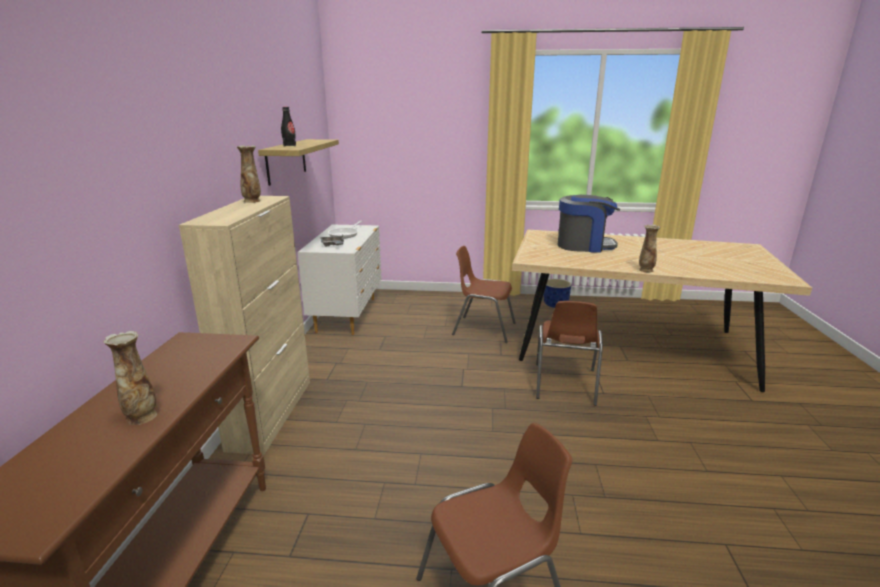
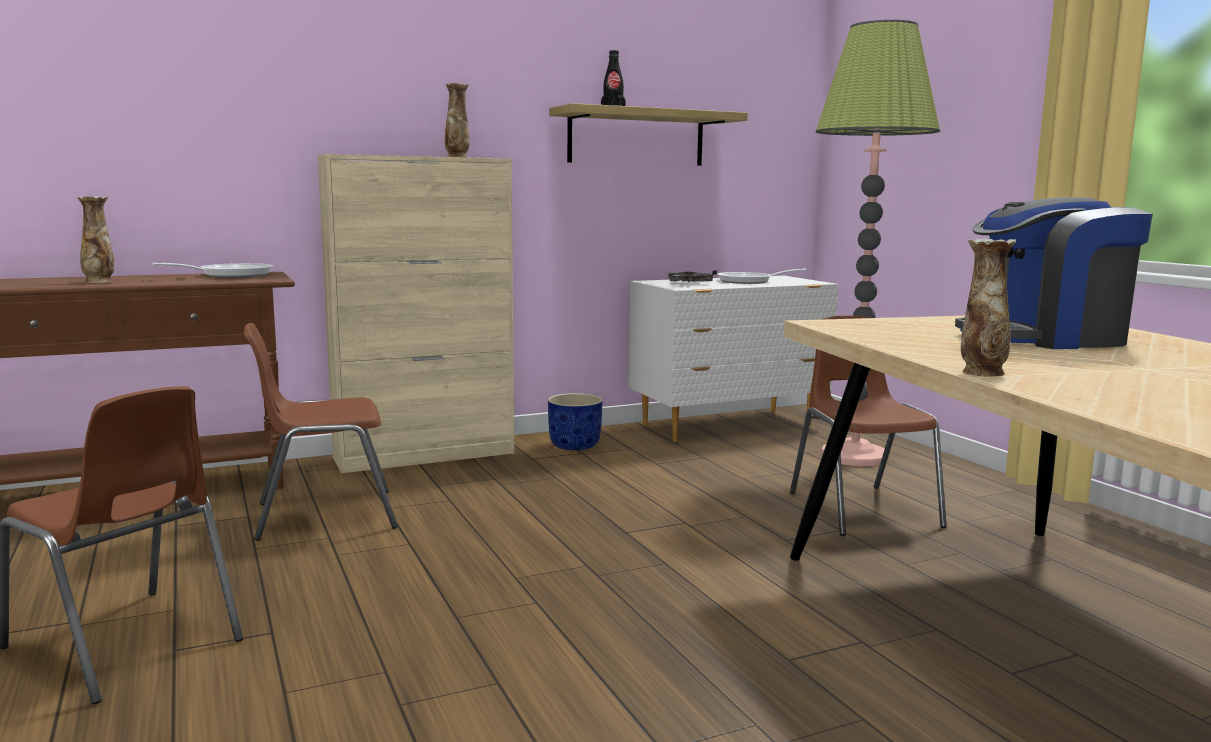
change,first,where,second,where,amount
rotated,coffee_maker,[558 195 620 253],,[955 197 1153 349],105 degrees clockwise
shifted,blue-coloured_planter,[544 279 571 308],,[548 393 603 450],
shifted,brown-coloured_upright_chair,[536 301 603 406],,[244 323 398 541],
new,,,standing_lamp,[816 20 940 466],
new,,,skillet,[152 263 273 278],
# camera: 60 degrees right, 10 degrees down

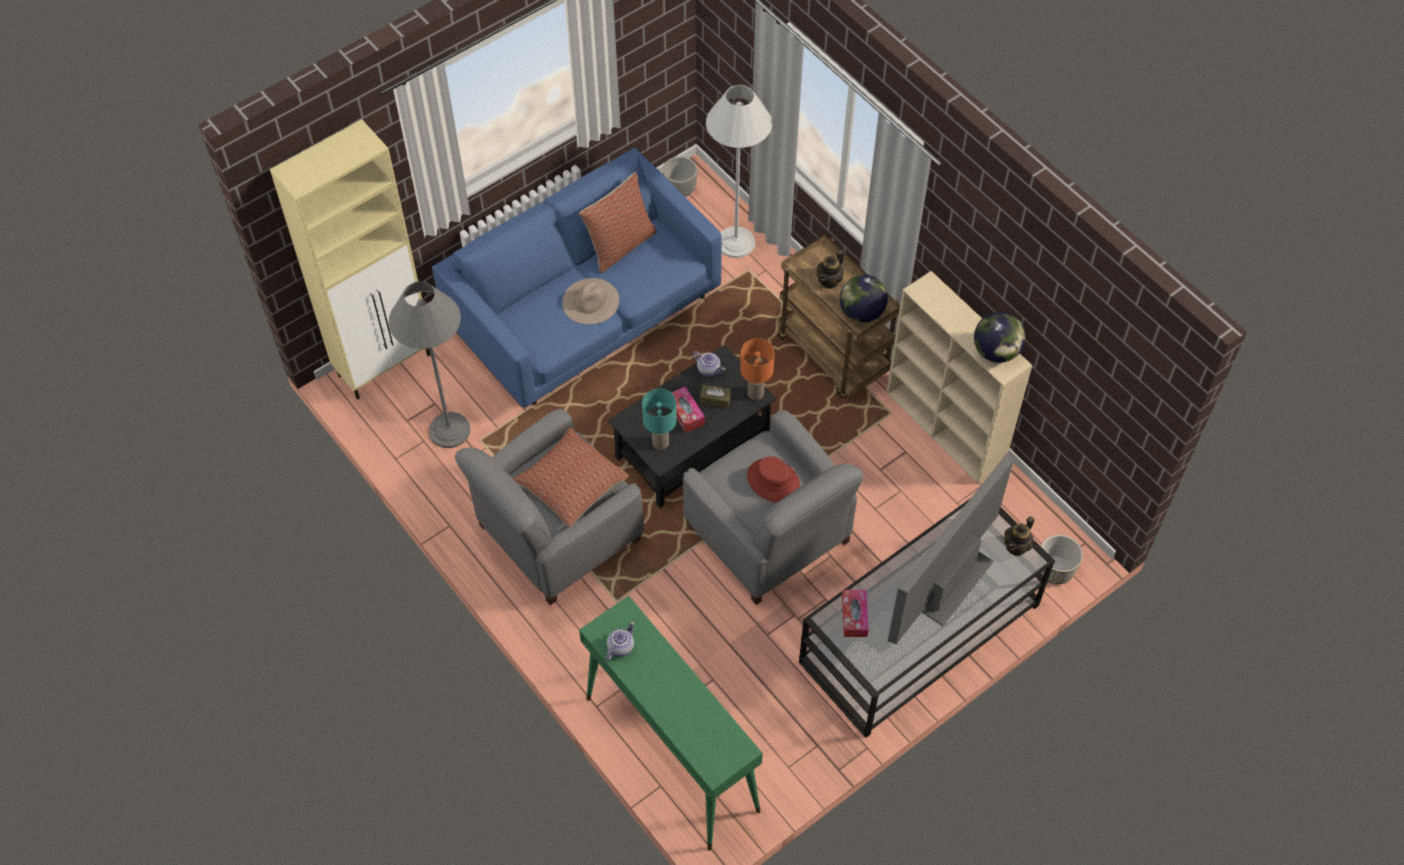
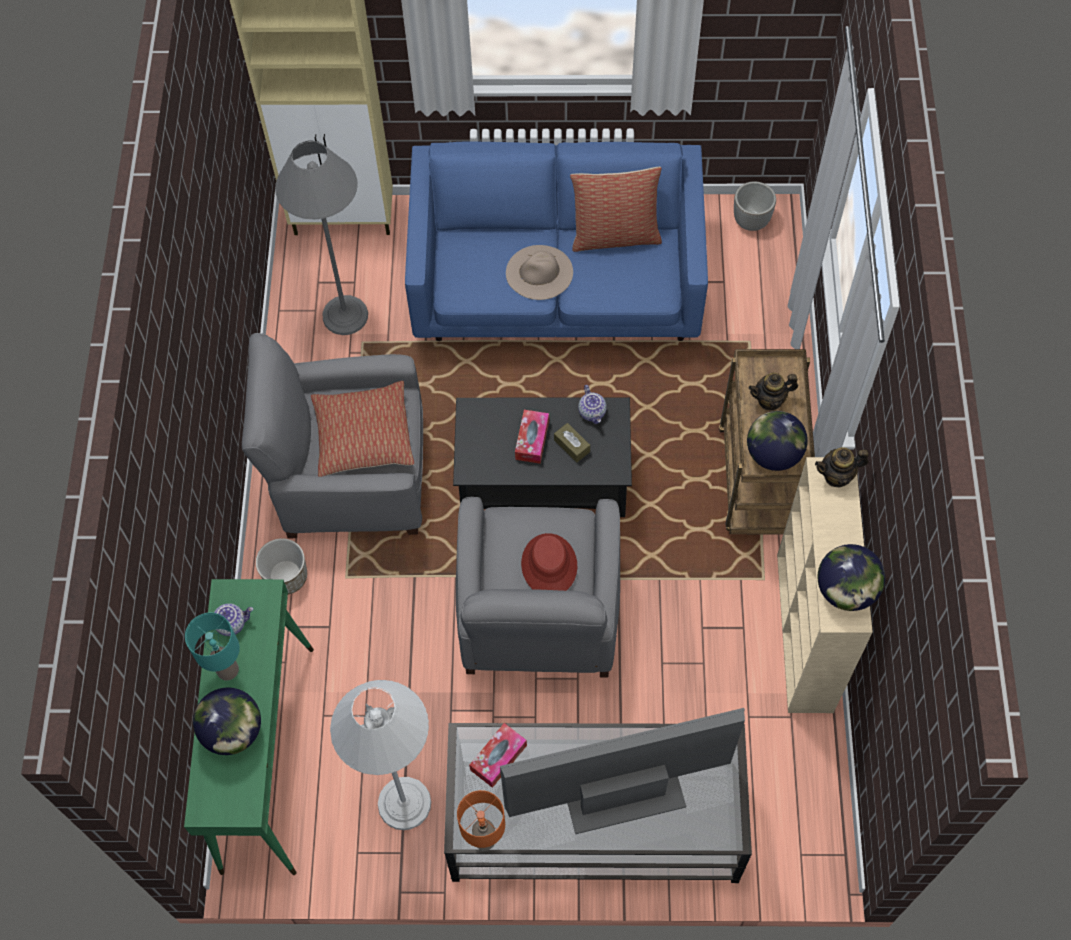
change,first,where,second,where,amount
shifted,white-coloured_standing_lamp,[706 85 772 258],,[330 680 431 830],
shifted,orangey_tabletop_lamp,[740 338 774 400],,[457 790 505 851],
shifted,turquoise-coloured_tabletop_lamp,[642 389 677 450],,[185 613 240 680],
shifted,teapot,[1004 516 1034 556],,[815 447 869 487],
shifted,planter,[1041 535 1083 584],,[256 538 307 595],
new,,,world_globe,[193 688 261 755],
# camera: 40 degrees right, 5 degrees up

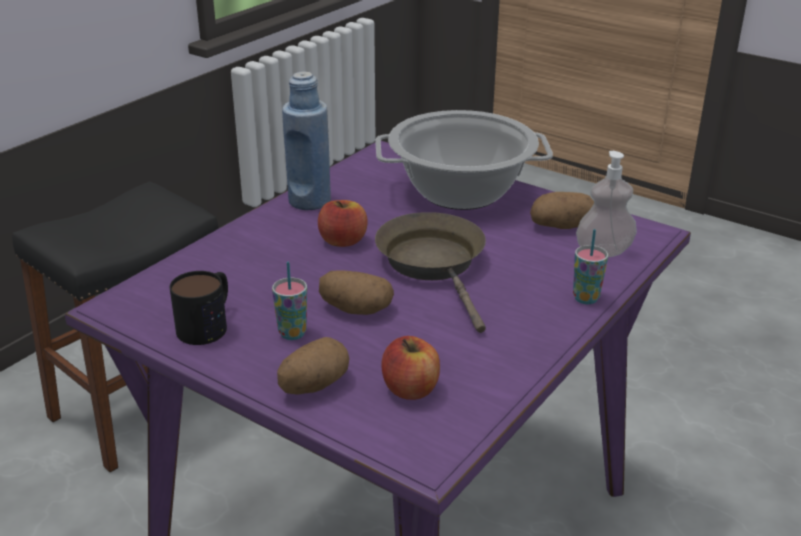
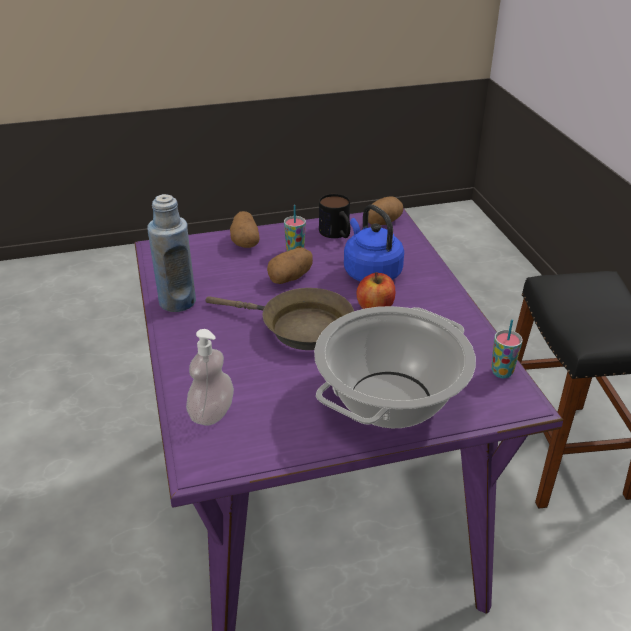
change,first,where,second,where,amount
shifted,blue-coloured_beverage_bottle,[282 71 331 210],,[147 194 196 312],
shifted,potato,[530 192 594 229],,[368 196 403 225],
shifted,small_cup,[573 229 608 304],,[491 319 523 378],
gone,apple,[381 336 440 400],,,
new,,,blue-coloured_kettle,[344 204 404 282],
# camera: 130 degrees right, 5 degrees up

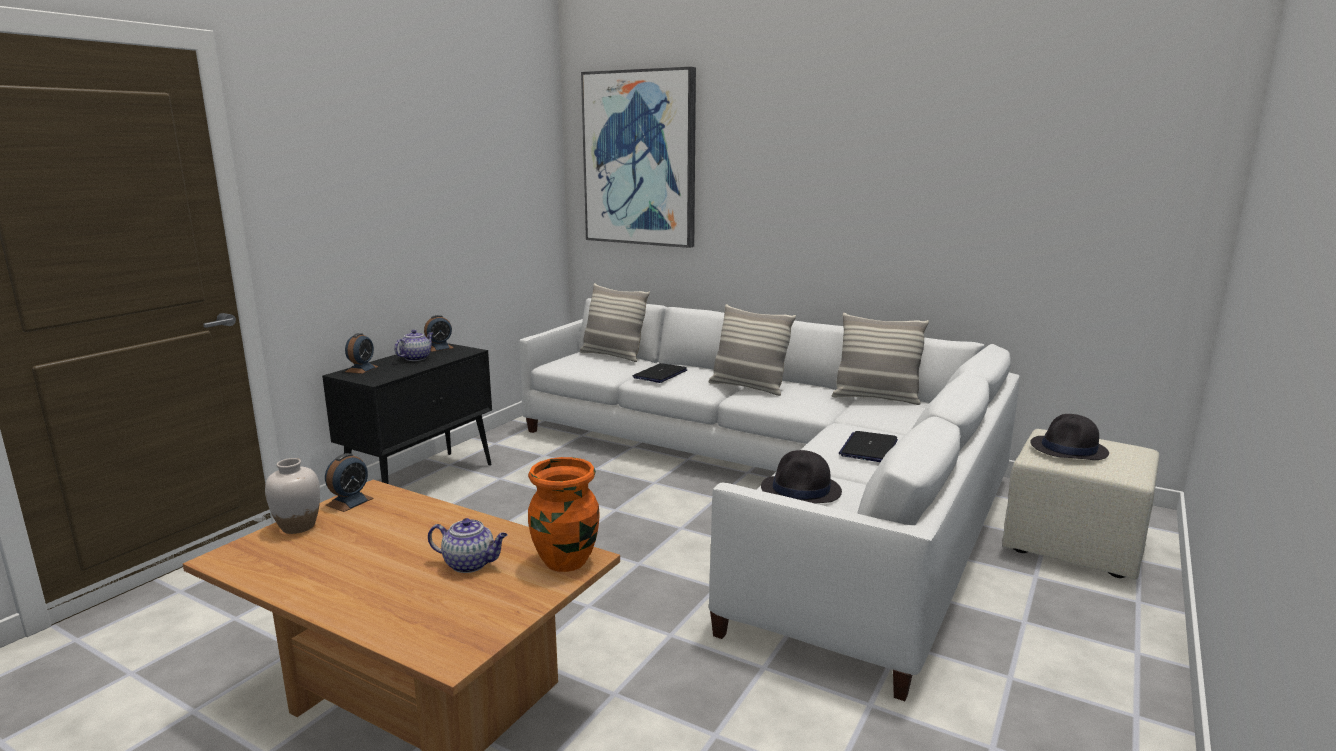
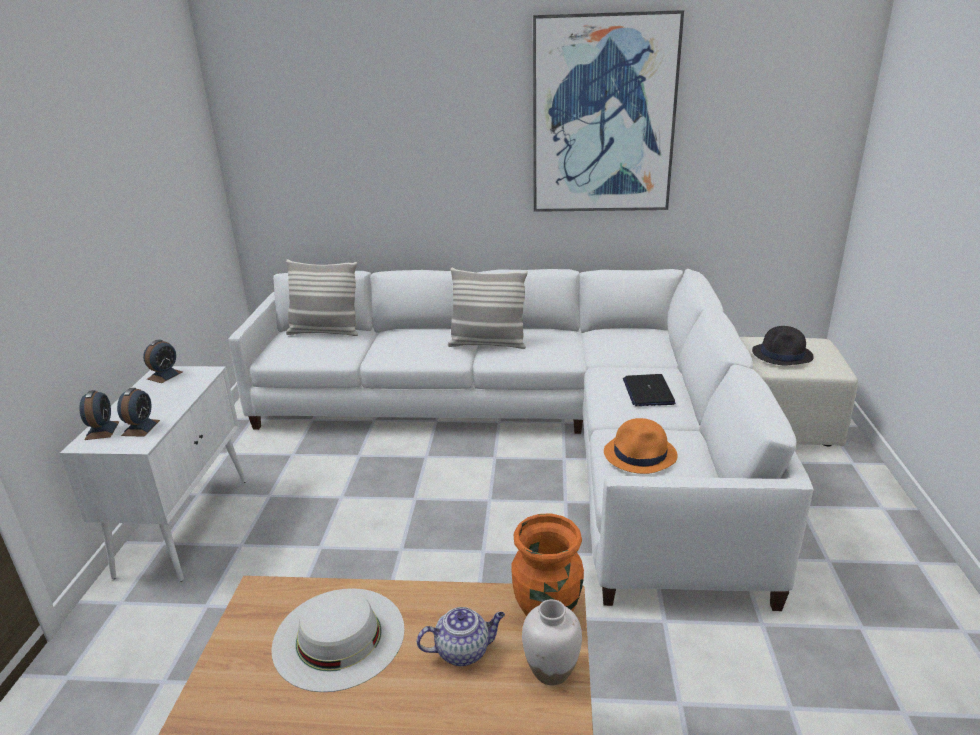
change,first,where,second,where,amount
shifted,wall_picture,[581 67 696 248],,[533 10 684 212],
gone,pillow,[832 313 929 405],,,
gone,teapot,[394 330 433 361],,,
repainted,blackish_storage_cabinet,[322 343 492 484],white-coloured_storage_cabinet,[60 366 246 581],
gone,portable_computer,[633 363 687 383],,,
repainted,blackish_wearable_hat,[761 450 842 504],orangey_wearable_hat,[604 418 678 474],
shifted,table_clock,[325 453 374 512],,[117 388 160 437],
shifted,white-coloured_vase,[265 458 320 534],,[522 599 582 685],
new,,,white-coloured_wearable_hat,[271 588 405 692],
# camera: 25 degrees left, 10 degrees up

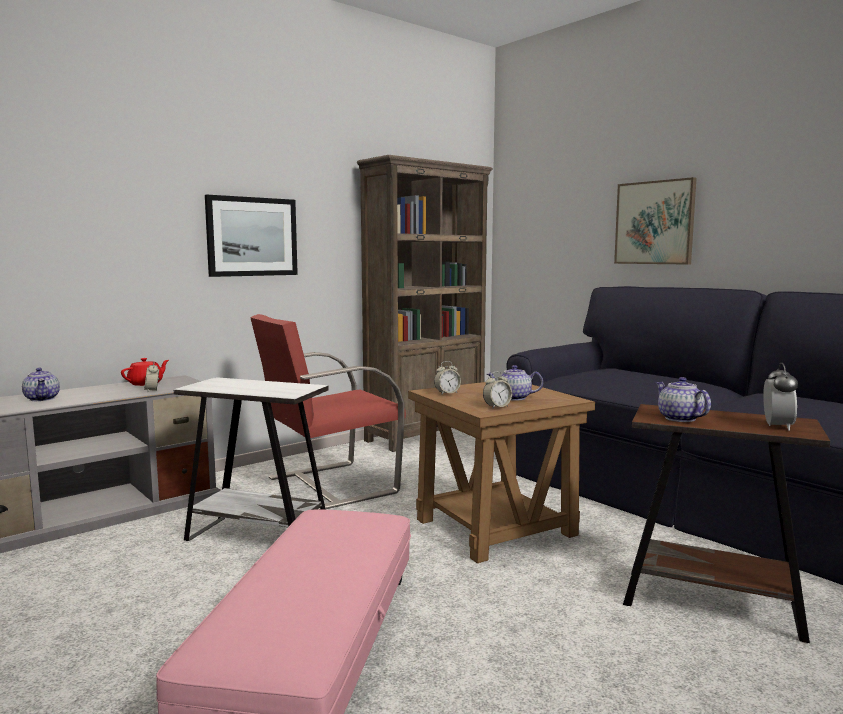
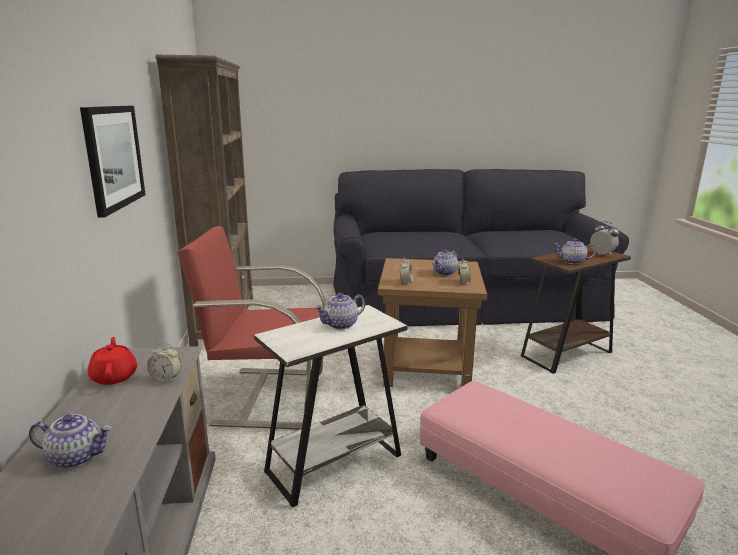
change,first,where,second,where,amount
gone,wall_picture,[614 177 696 265],,,
rotated,red_easy_chair,[250 314 406 509],,[177 226 326 430],90 degrees clockwise
new,,,teapot,[315 293 365 329],
# camera: 55 degrees left, 10 degrees up

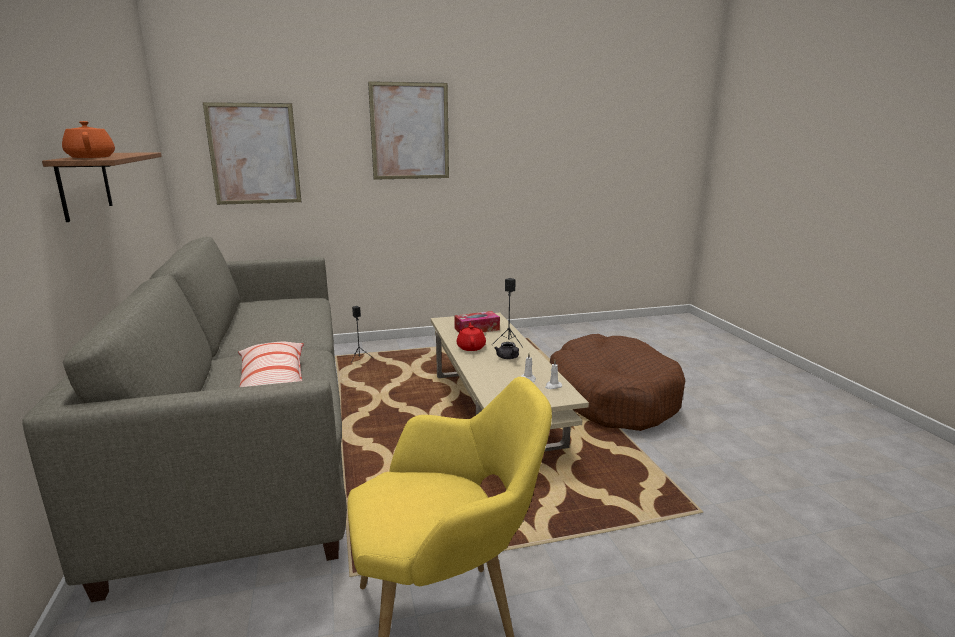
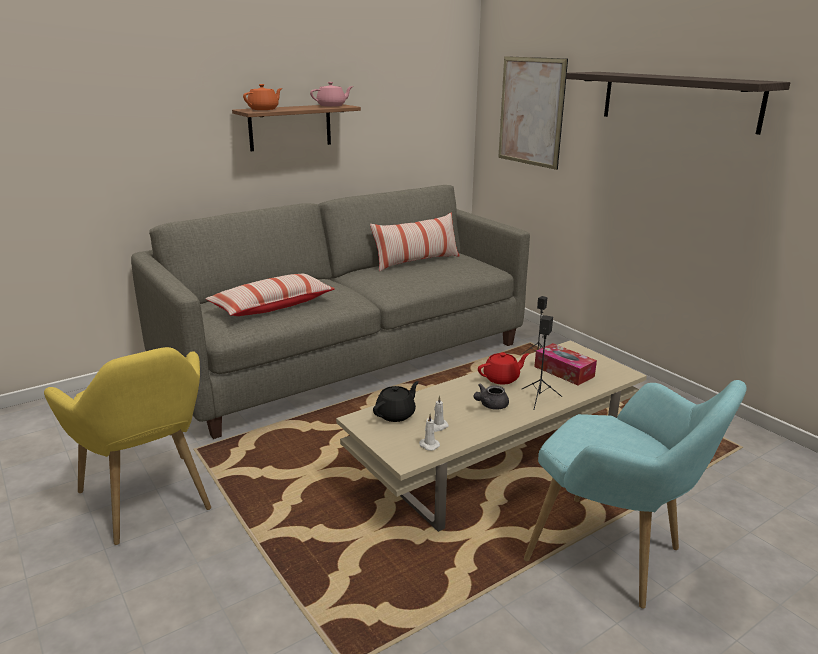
change,first,where,second,where,amount
swapped,wall_picture,[368 81 449 180],wall_shelf,[566 72 790 135],
swapped,brown-coloured_dog_cushion,[550 334 685 431],turquoise-coloured_easy_chair,[524 380 747 608],
new,,,pinkish_teapot,[310 82 353 107],
new,,,pillow,[370 213 460 272],
new,,,blackish_teapot,[373 381 419 422],
# camera: 70 degrees right, 5 degrees up

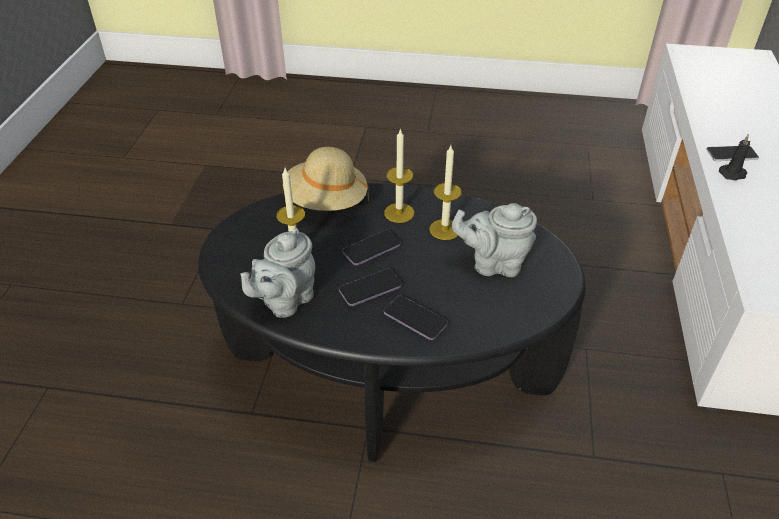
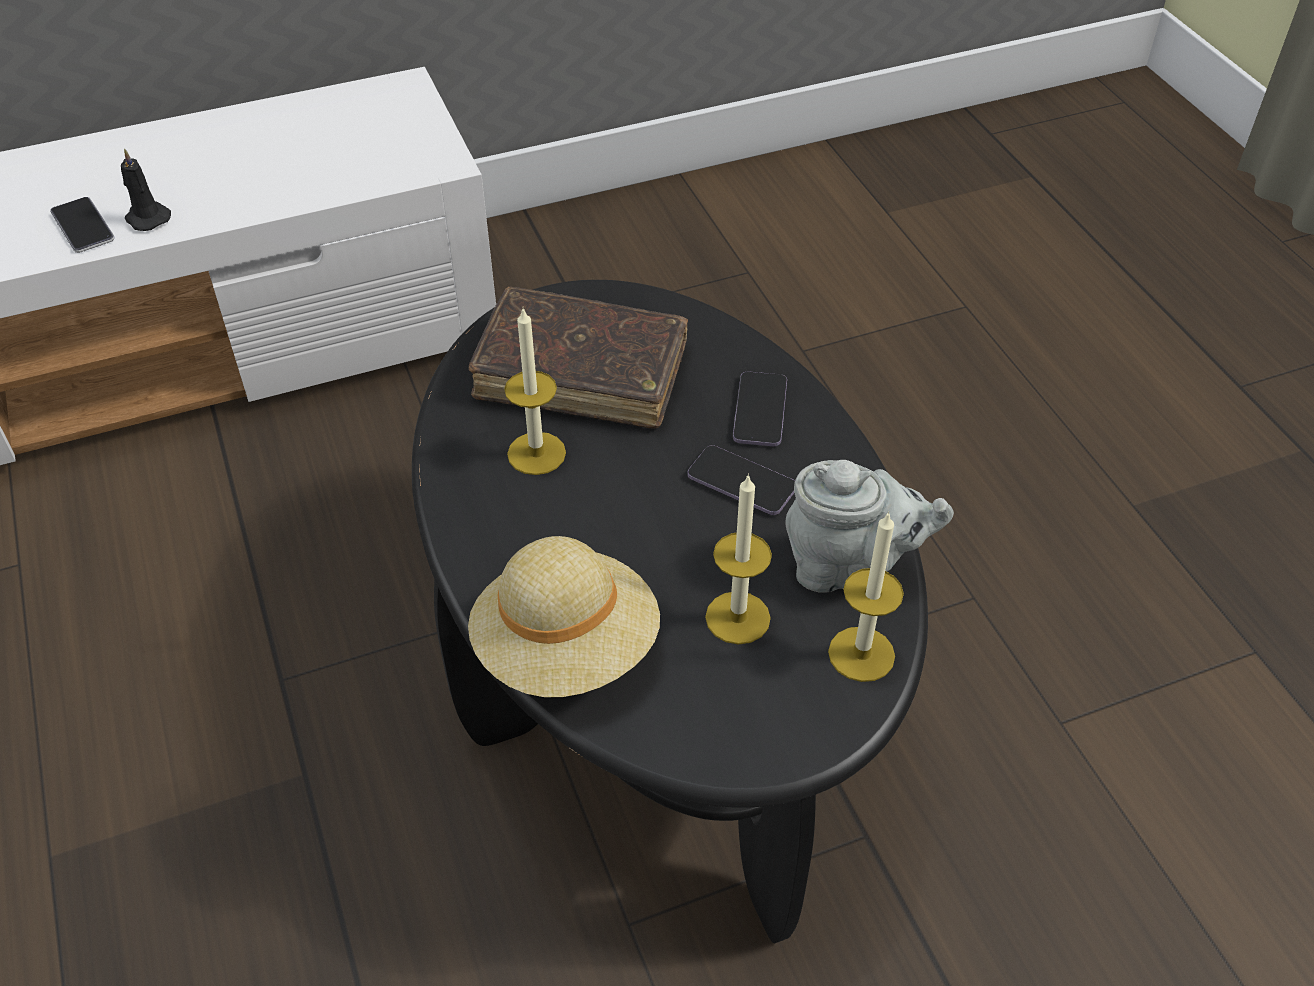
change,first,where,second,where,amount
shifted,wax_candle,[384 128 414 223],,[828 511 904 682],
swapped,gray_teapot,[452 203 537 277],brown-coloured_book,[469 287 688 429],
gone,phone,[342 230 401 266],,,
# camera: 120 degrees left, 5 degrees up

